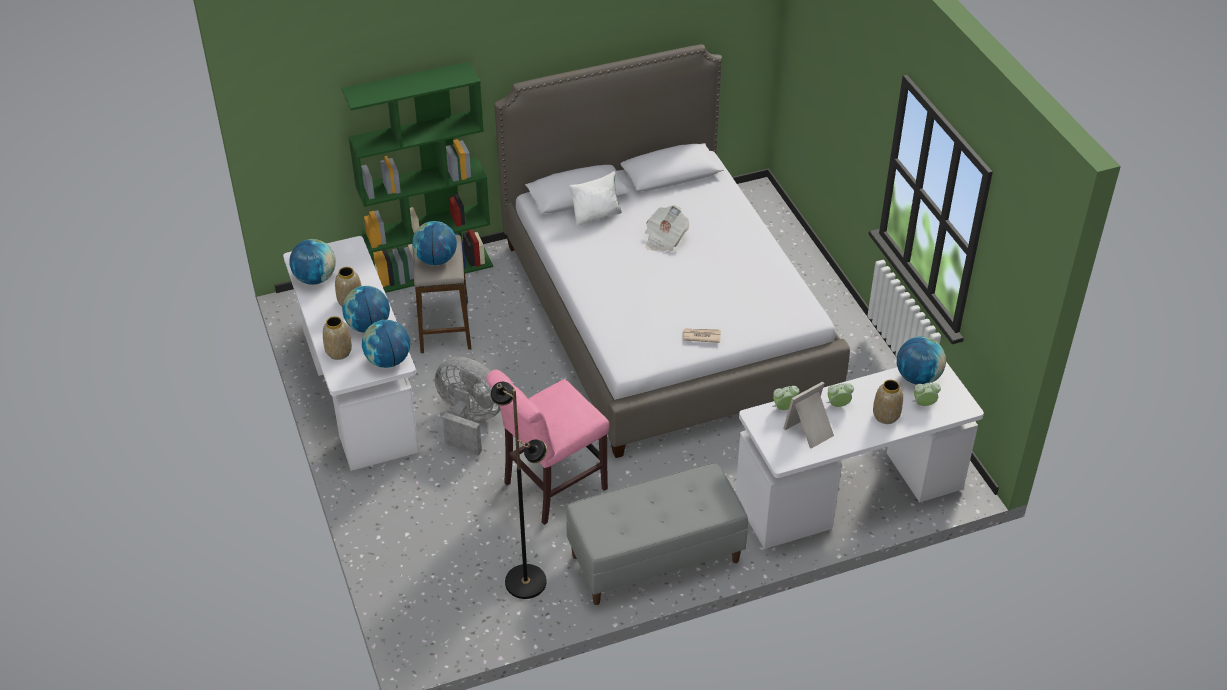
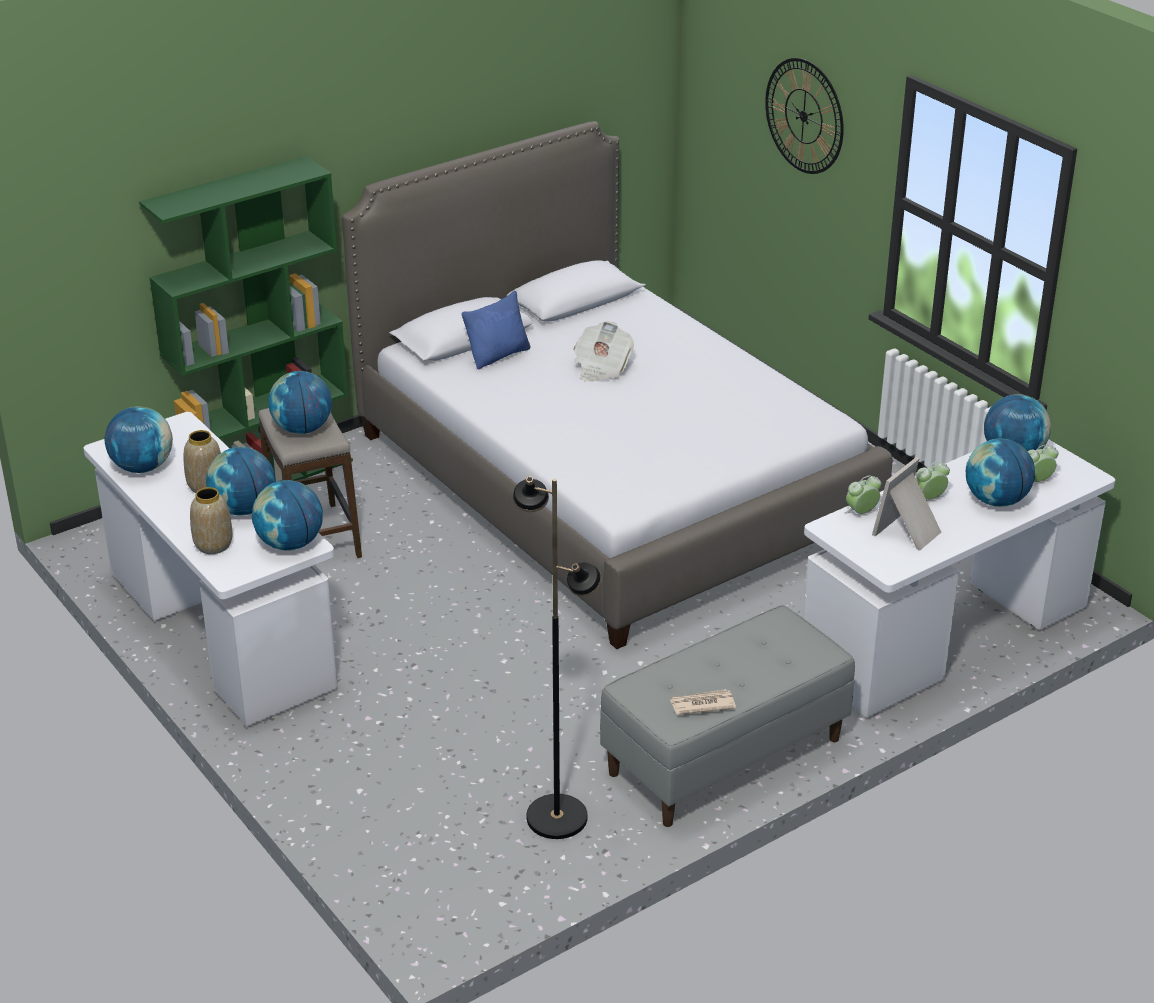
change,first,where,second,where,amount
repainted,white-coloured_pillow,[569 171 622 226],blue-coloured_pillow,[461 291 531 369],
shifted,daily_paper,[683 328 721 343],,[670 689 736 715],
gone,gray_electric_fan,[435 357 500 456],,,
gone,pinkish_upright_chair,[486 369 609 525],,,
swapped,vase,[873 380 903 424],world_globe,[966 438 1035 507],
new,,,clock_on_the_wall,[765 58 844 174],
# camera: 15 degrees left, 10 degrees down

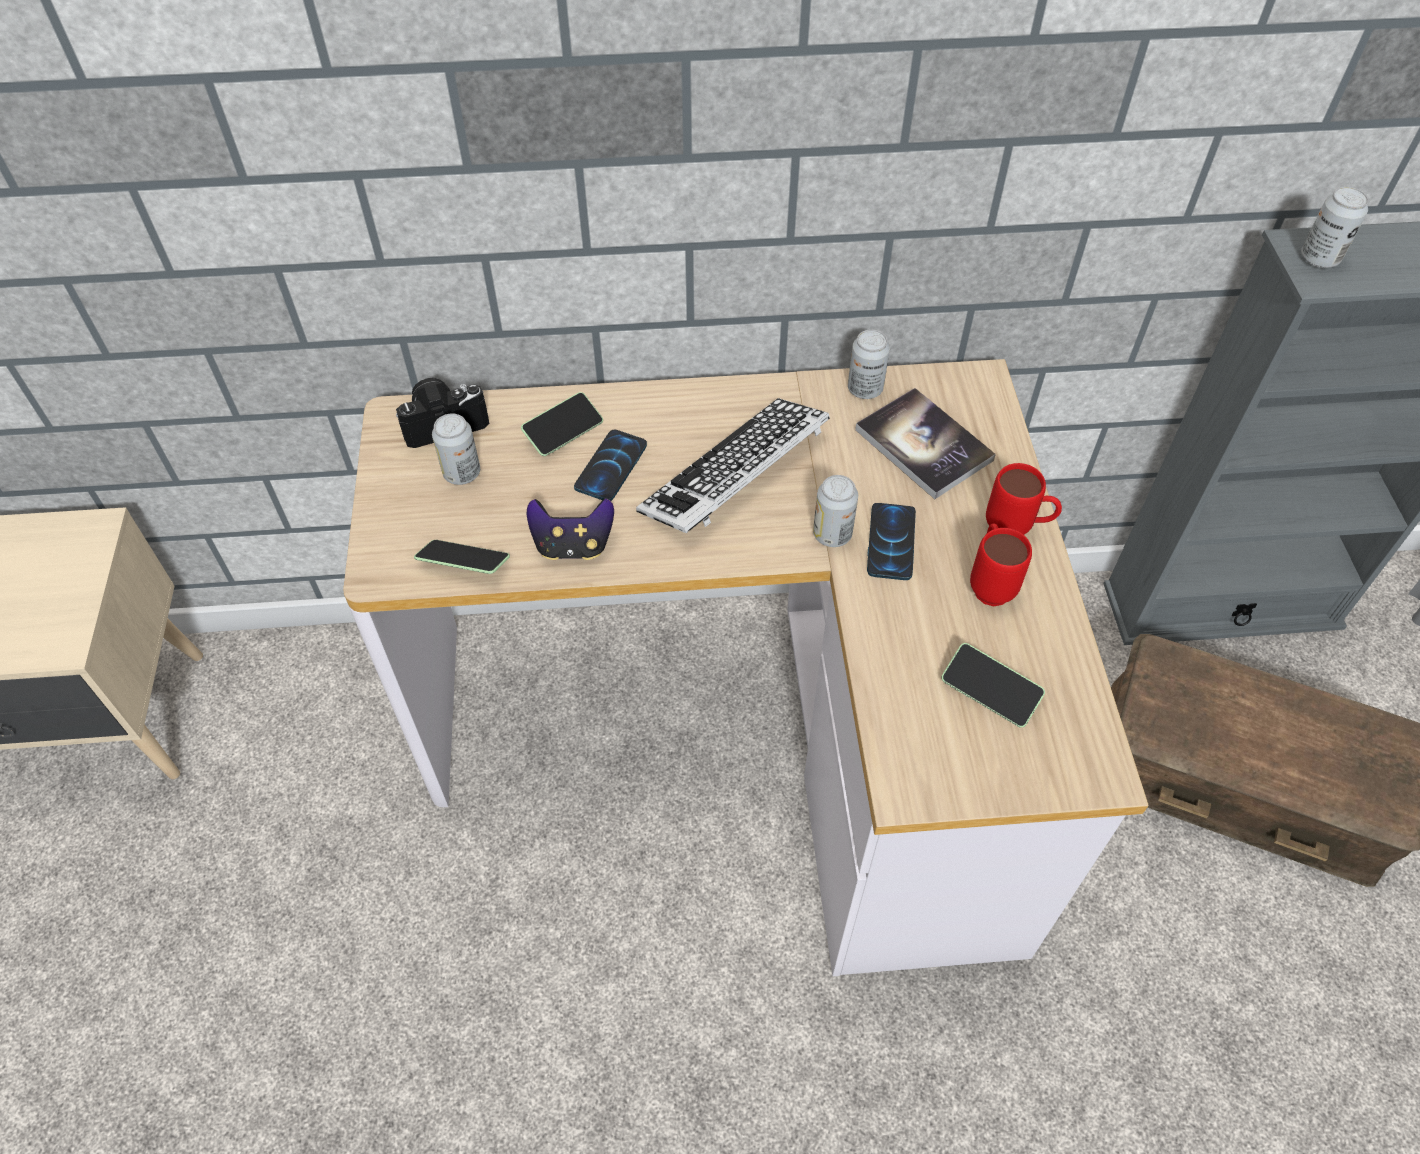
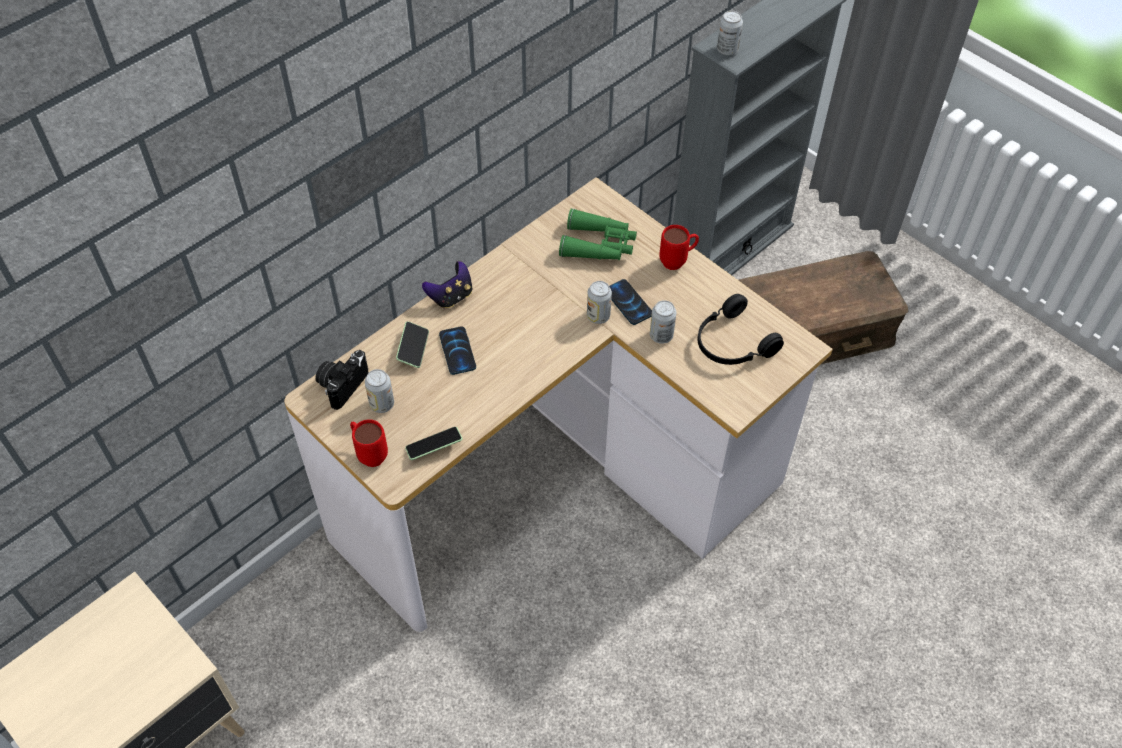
change,first,where,second,where,amount
shifted,can,[848 329 890 399],,[650 300 677 344],
swapped,book,[855 388 996 499],green_field_glasses,[559 209 637 260],
gone,PC_keyboard,[636 398 830 533],,,
shifted,joypad,[527 498 614 560],,[422 261 472 309],
shifted,red_tea_mug,[970 523 1032 606],,[350 419 388 467],
swapped,phone,[942 643 1045 728],blackish_headphones,[698 294 784 365],
# camera: 40 degrees left, 0 degrees up

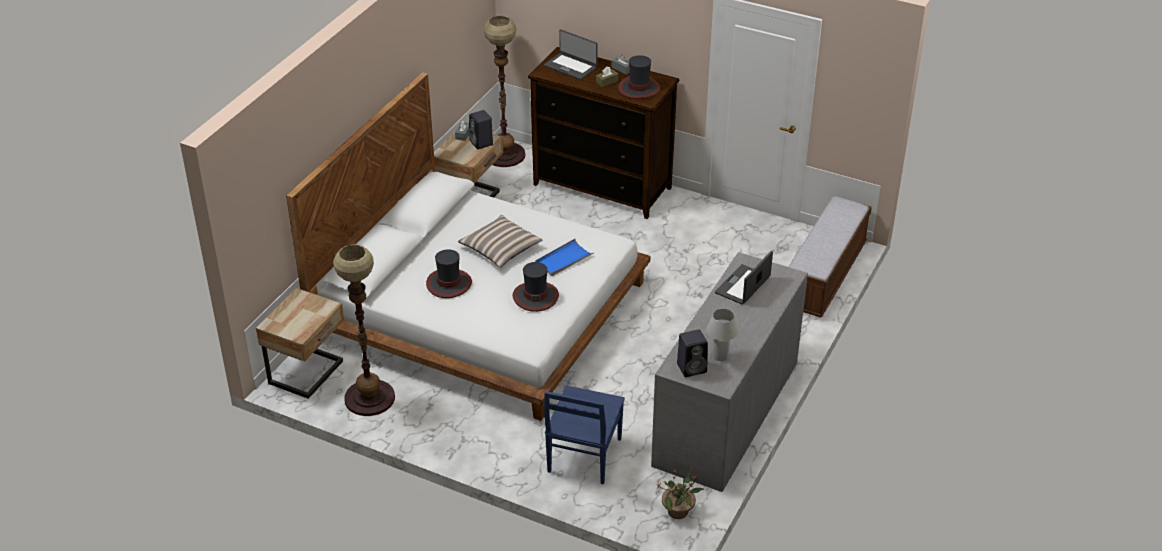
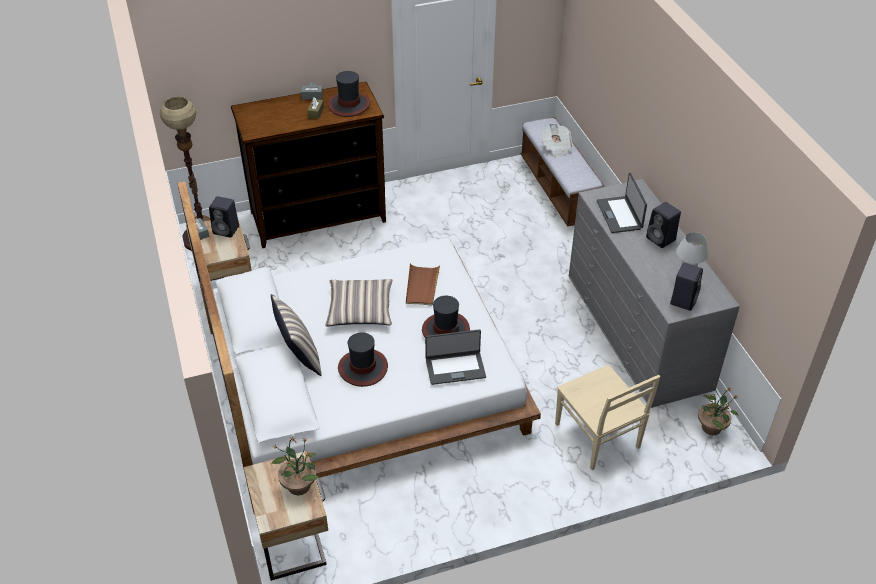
change,first,where,second,where,amount
shifted,portable_computer,[544 29 598 80],,[425 329 486 385],
repainted,blue-coloured_tray,[535 239 594 276],brown-coloured_tray,[406 263 440 306],
gone,standing_lamp,[333 245 395 416],,,
repainted,blue-coloured_upright_chair,[544 385 625 484],beige-coloured_upright_chair,[555 365 660 470],
new,,,daily_paper,[542 123 573 158],
new,,,blackish_loudspeaker,[646 202 681 248],
new,,,pillow,[271 294 322 376],
new,,,plant_in_a_pot,[272 437 319 495],
# camera: 45 degrees left, 5 degrees up

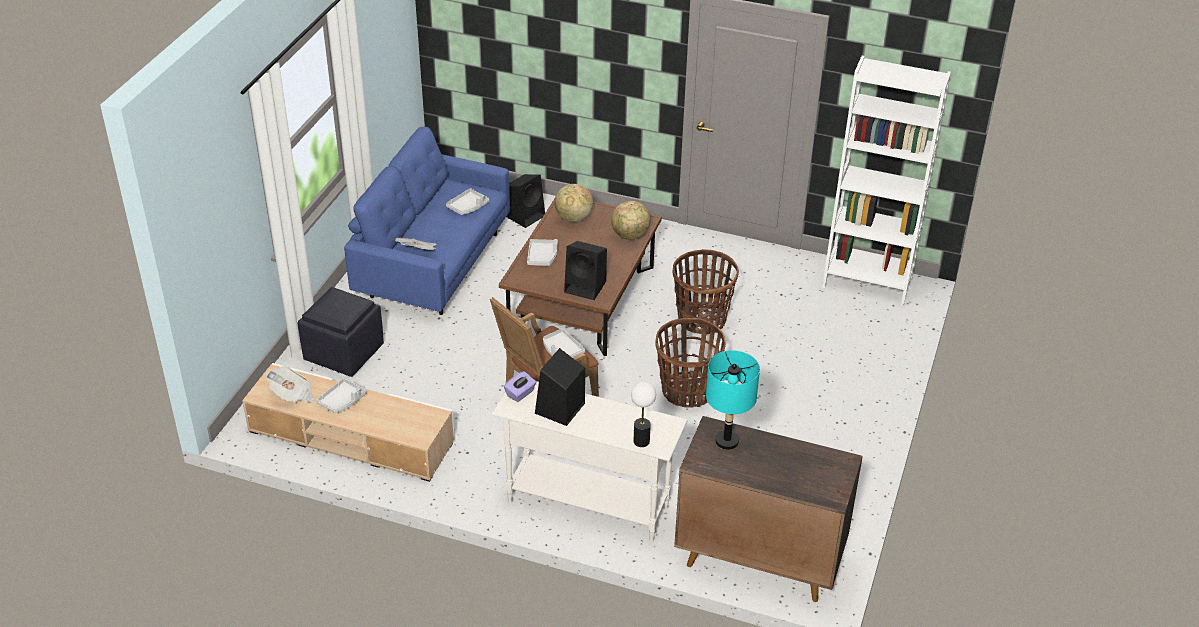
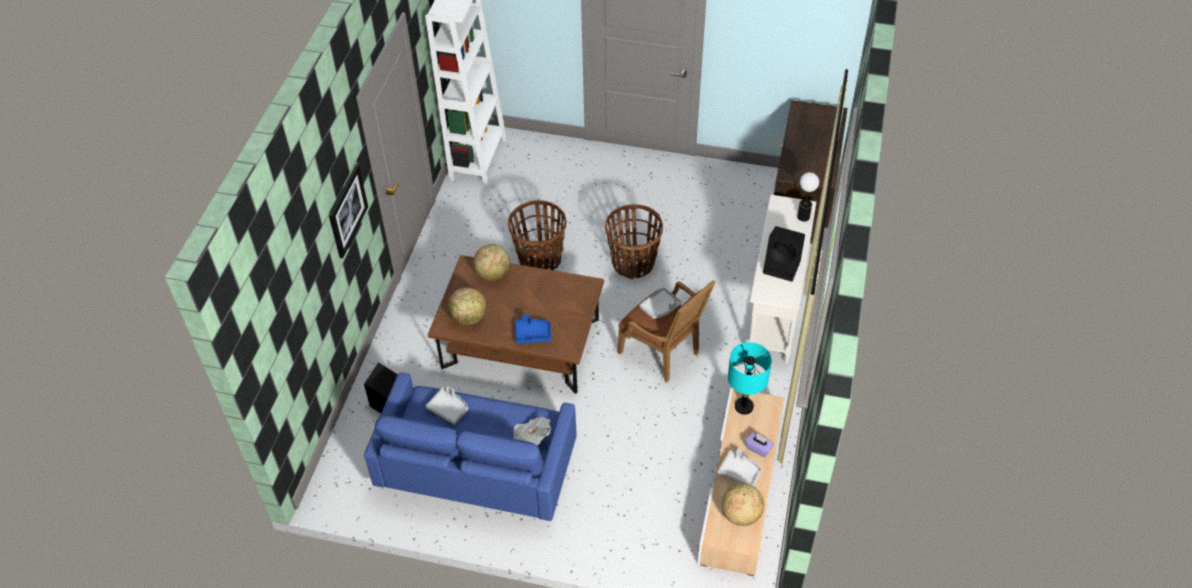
change,first,where,second,where,amount
repainted,gray_tray,[527 239 558 266],blue-coloured_tray,[515 315 551 343],
gone,blackish_loudspeaker,[564 241 607 300],,,
gone,blackish_footrest,[298 287 384 377],,,
shifted,turquoise-coloured_tabletop_lamp,[706 350 760 450],,[728 342 772 415],
swapped,daily_paper,[266 366 314 403],world_globe,[722 483 764 526],
shifted,purple_box_of_tissues,[504 371 536 402],,[745 432 774 457],
new,,,wall_picture,[329 164 368 258],
# camera: 95 degrees left, 10 degrees up

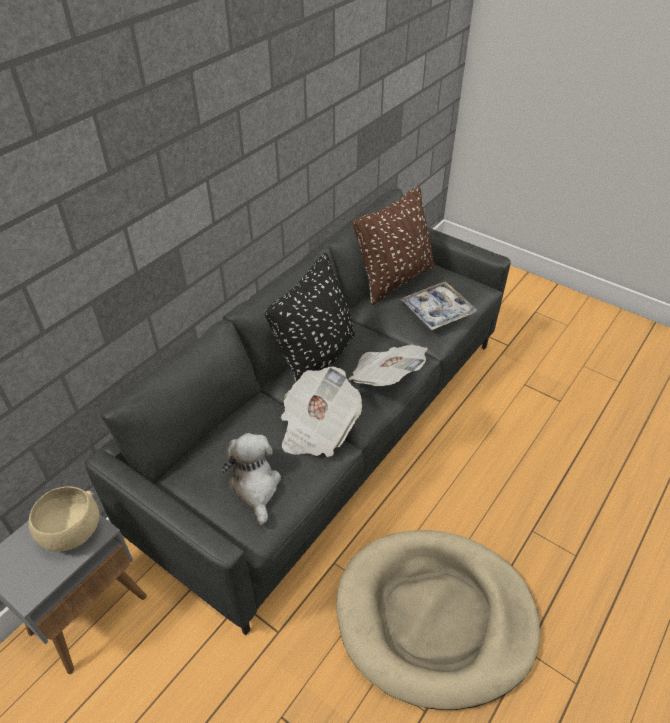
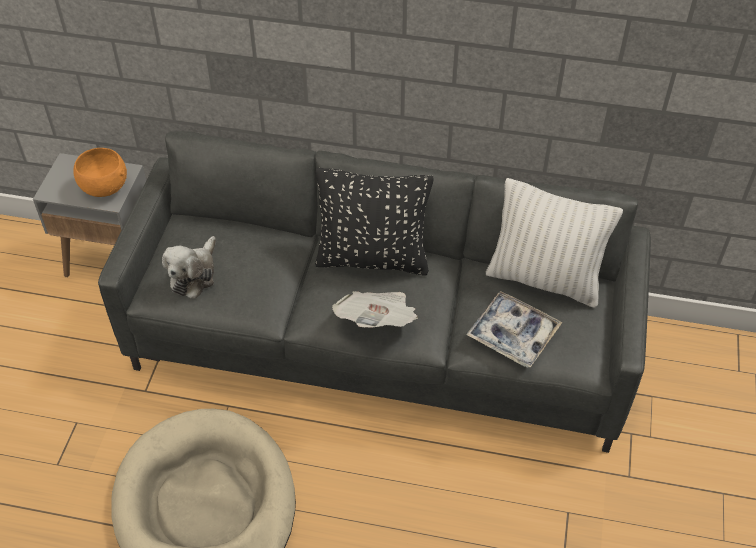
change,first,where,second,where,amount
repainted,brown-coloured_pillow,[353 186 434 305],white-coloured_pillow,[486 178 623 308],
gone,daily_paper,[281 366 362 457],,,
rotated,cuddly_toy,[222 433 281 525],,[162 236 216 299],150 degrees clockwise
repainted,beige-coloured_deep_dish,[28 486 99 551],orangey_deep_dish,[73 148 127 197],
# camera: 65 degrees right, 5 degrees up

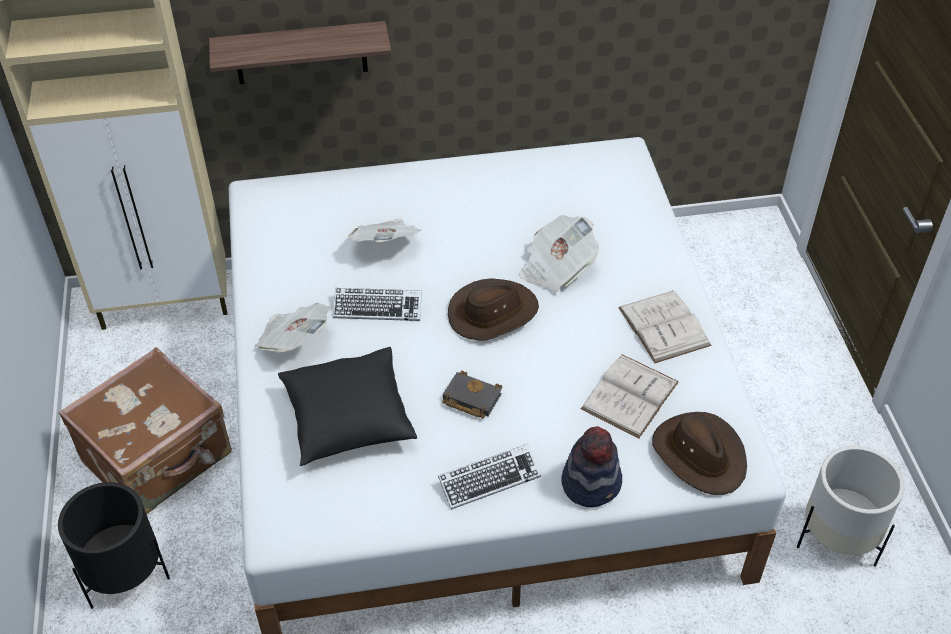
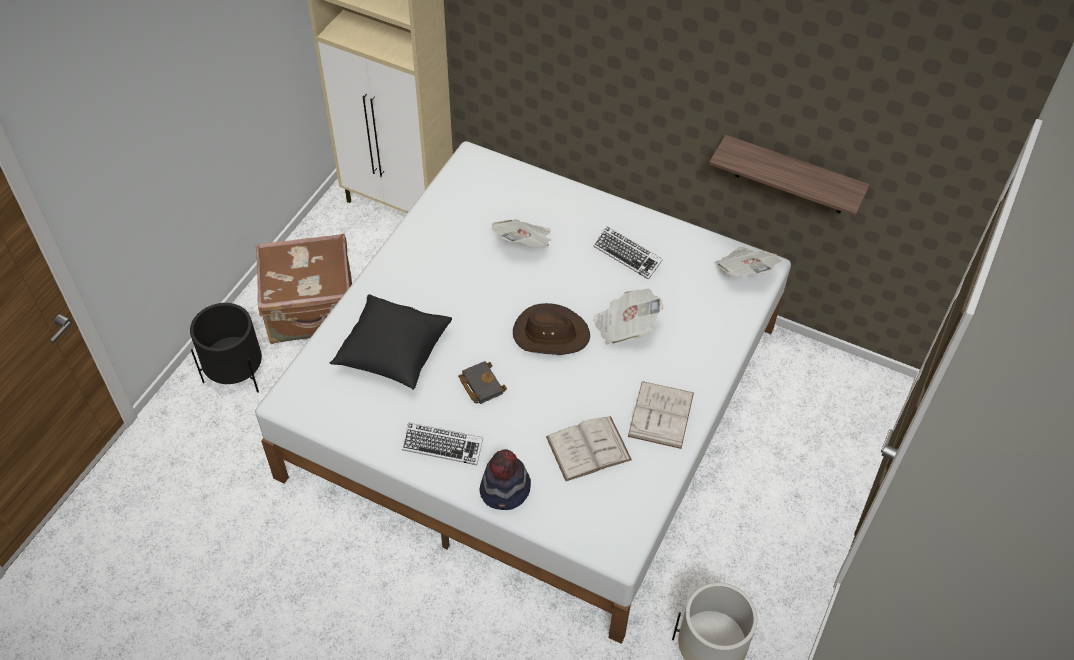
change,first,where,second,where,amount
shifted,wall_shelf,[209 21 391 84],,[709 135 870 216],
shifted,PC_keyboard,[333 288 422 321],,[593 227 663 280],
shifted,daily_paper,[255 303 331 352],,[716 247 781 277],
gone,brown-coloured_wearable_hat,[652 412 747 495],,,
# camera: 35 degrees right, 5 degrees up

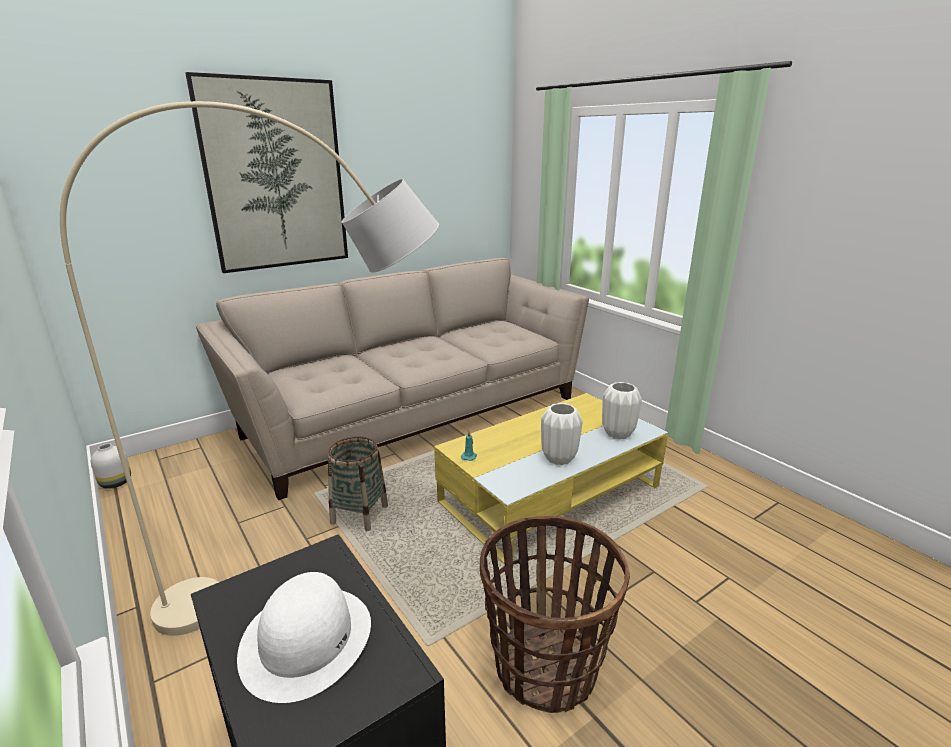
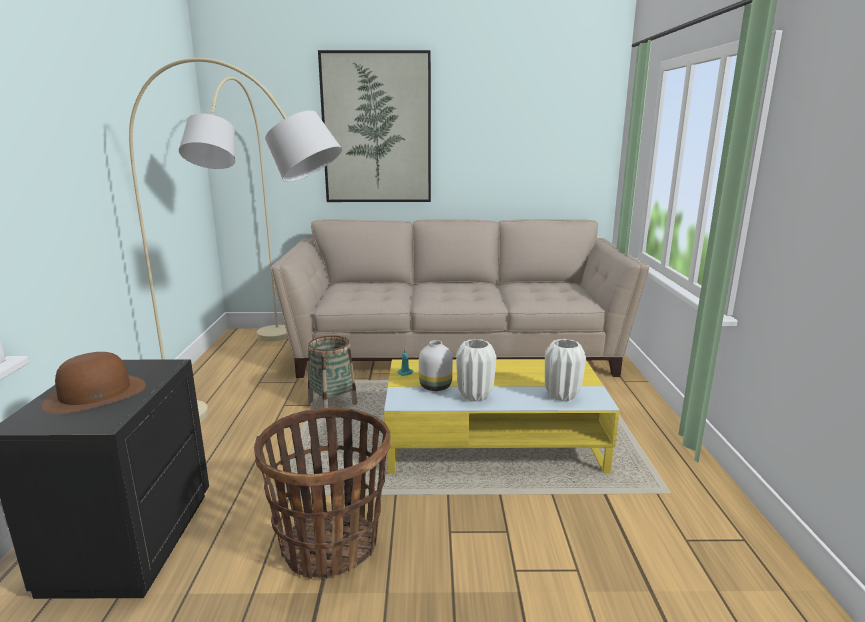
change,first,where,second,where,amount
shifted,white-coloured_vase,[91 443 131 489],,[419 340 453 391],
repainted,white-coloured_wearable_hat,[237 572 371 703],brown-coloured_wearable_hat,[42 352 146 414],
new,,,beige-coloured_standing_lamp,[179 77 288 341],
# camera: 35 degrees right, 5 degrees down

